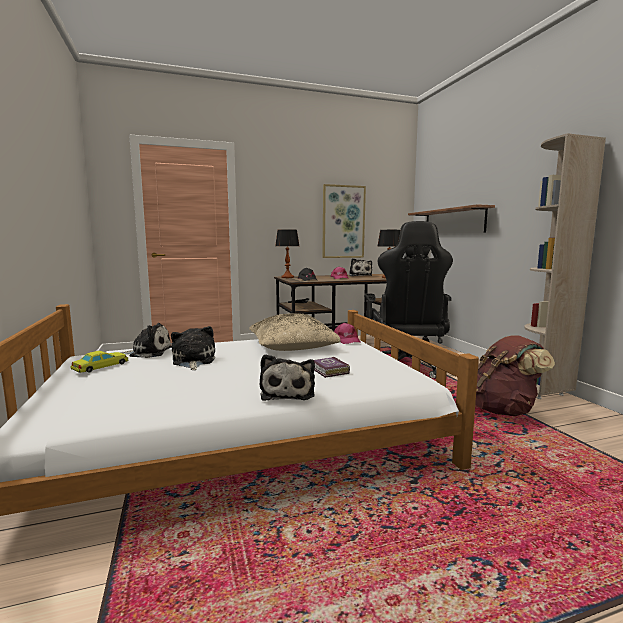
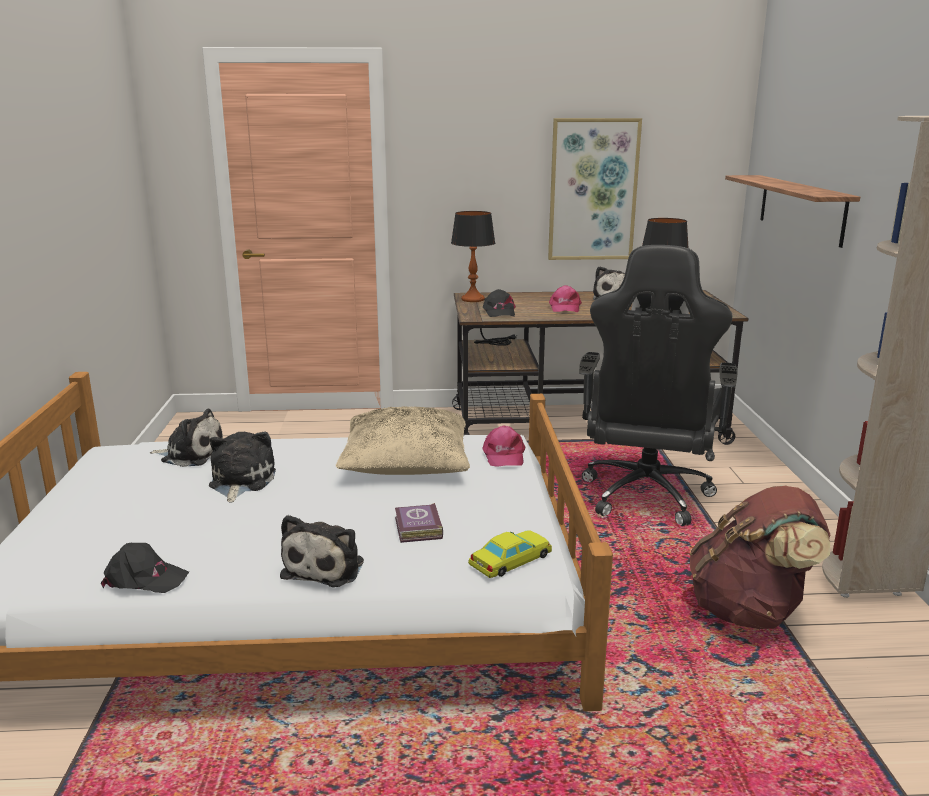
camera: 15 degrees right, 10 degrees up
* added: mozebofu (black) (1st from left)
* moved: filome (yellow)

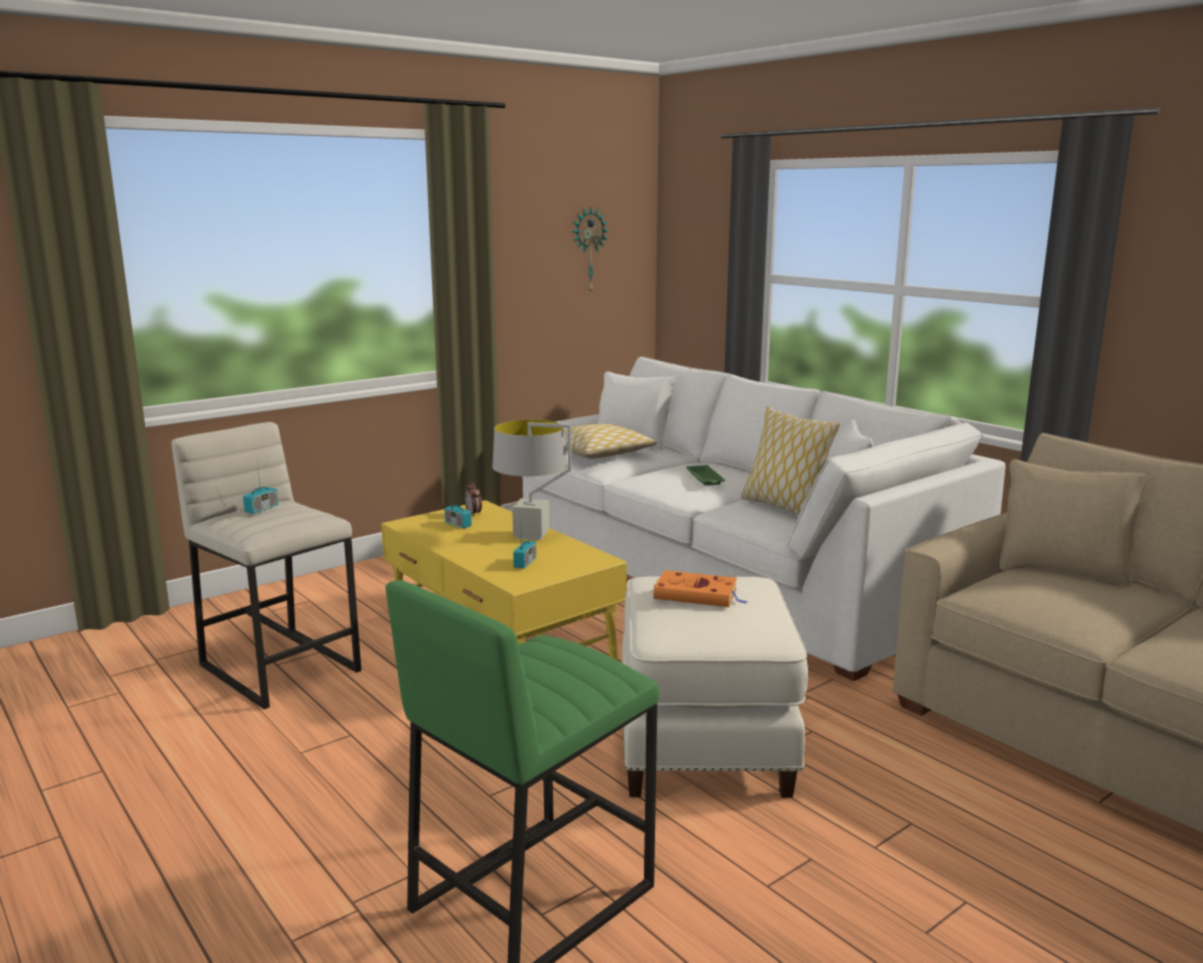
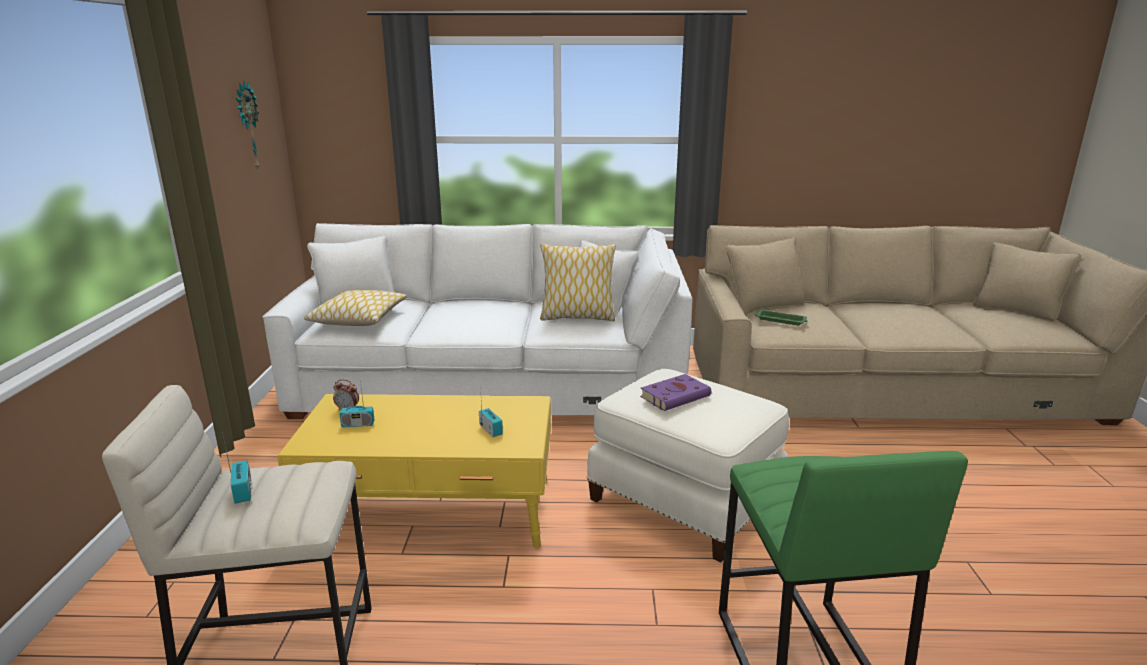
camera: 50 degrees left, 5 degrees up
* removed: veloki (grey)
* moved: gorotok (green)
* recoloured: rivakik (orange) to rivakik (purple)

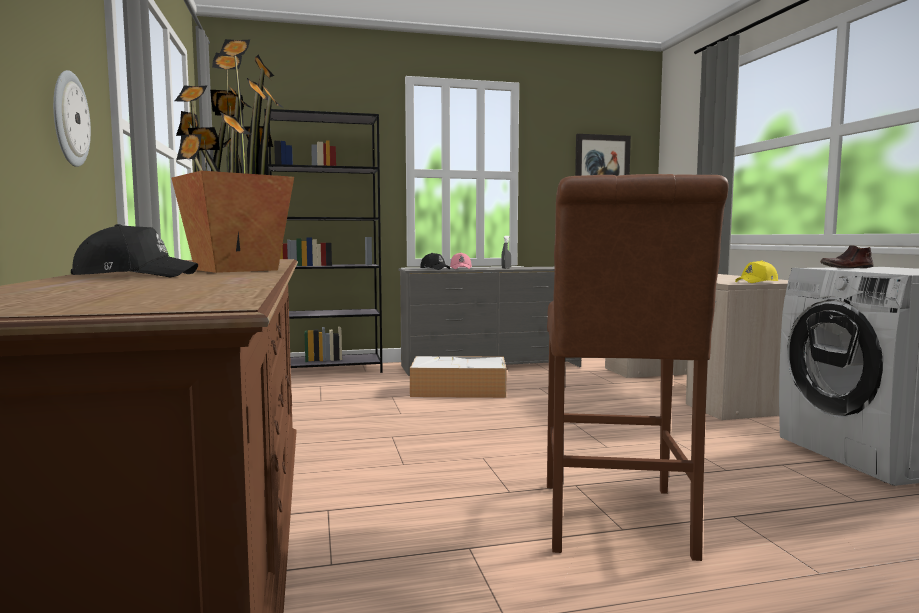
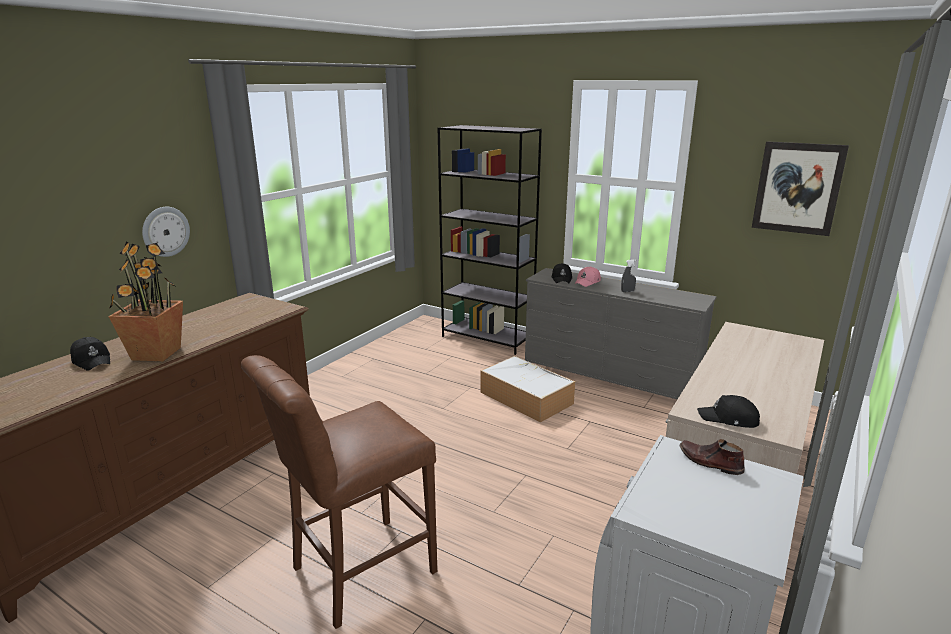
camera: 45 degrees right, 15 degrees up
* recoloured: mozebofu (yellow) to mozebofu (black) (3rd from left)

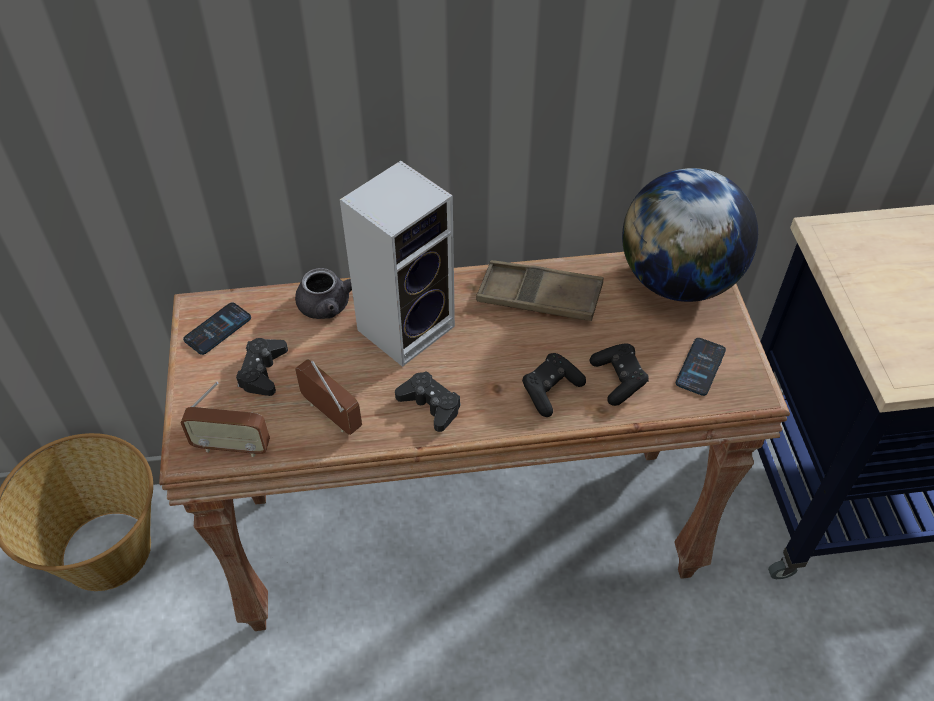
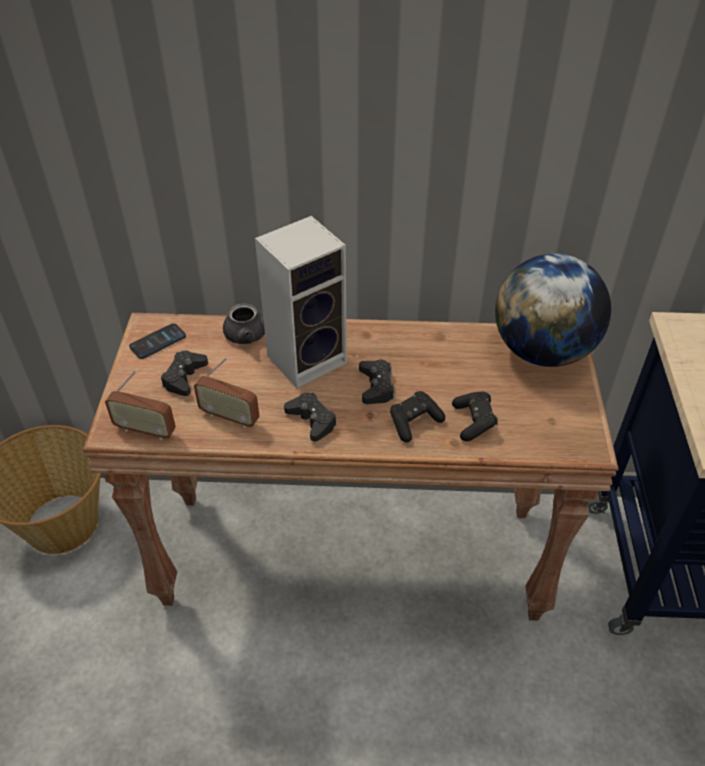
camera: 10 degrees right, 5 degrees down
* removed: gorotok (brown)
* removed: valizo (2nd from left)
* added: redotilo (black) (3rd from left)
* turned: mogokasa (2nd from left) 150 degrees clockwise

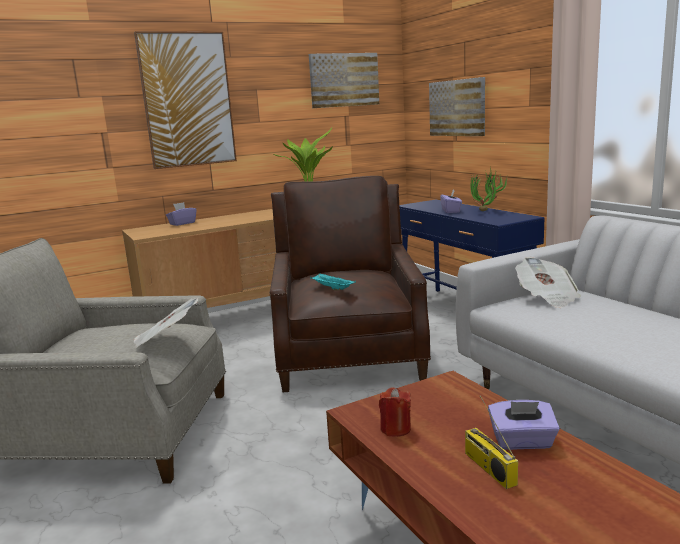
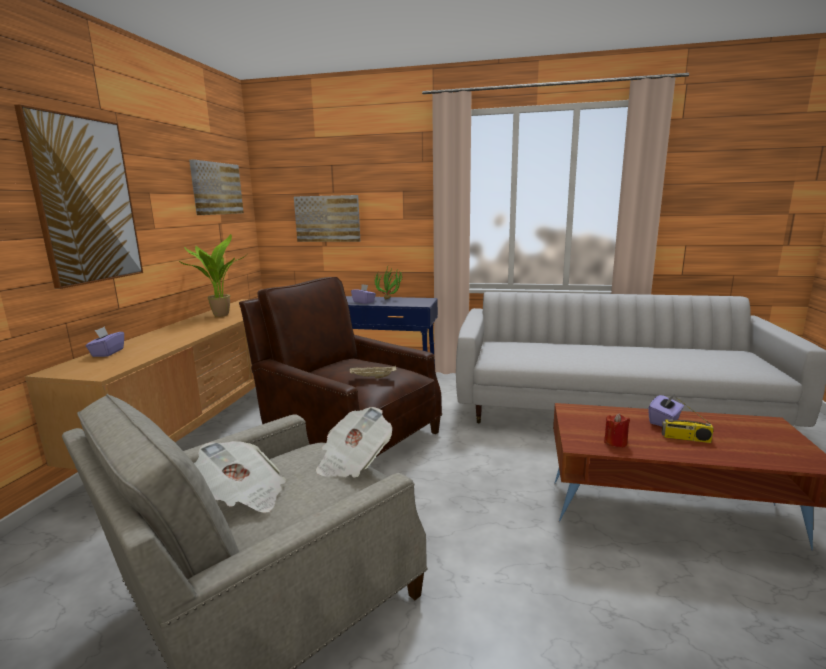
camera: 50 degrees left, 0 degrees up
* moved: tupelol (2nd from left in the first image) to tupelol (1st from left)
* recoloured: gorotok (turquoise) to gorotok (beige)

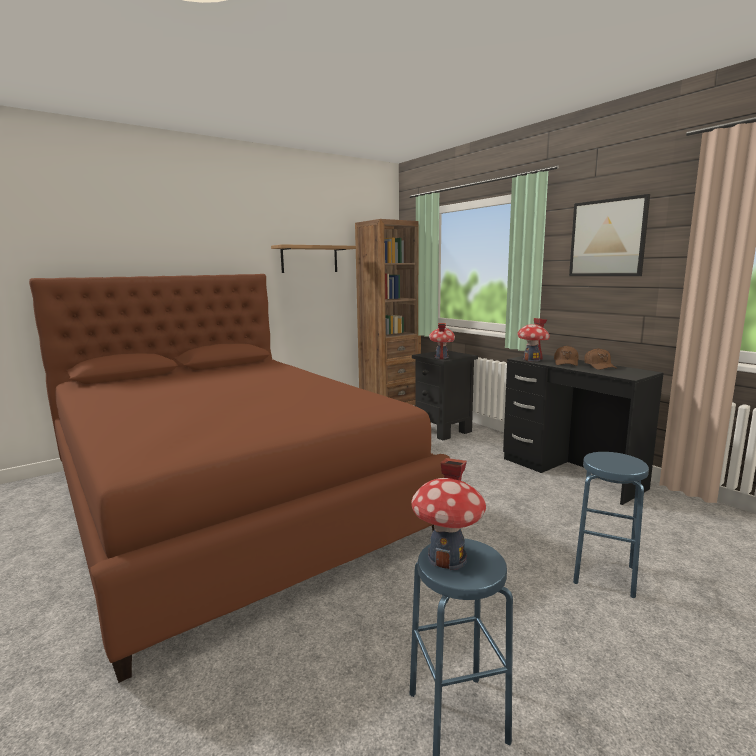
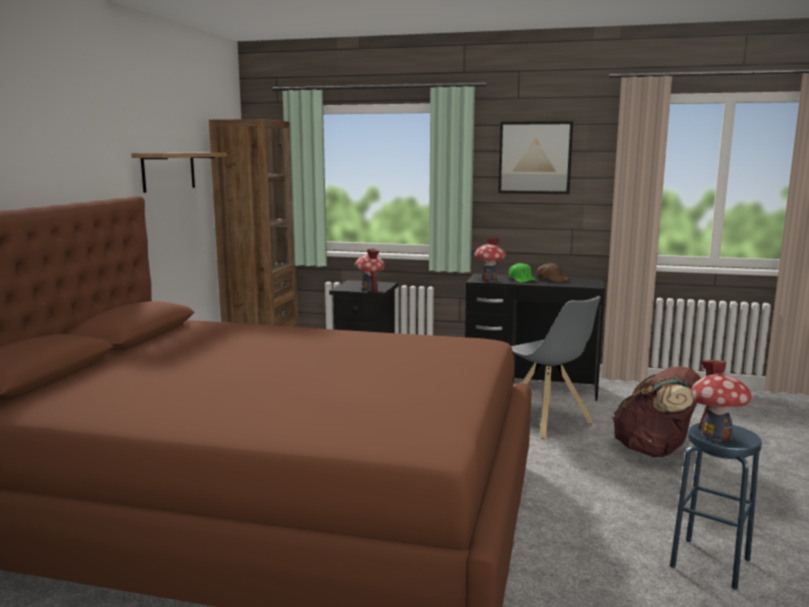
camera: 40 degrees left, 0 degrees up
* added: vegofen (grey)
* replaced: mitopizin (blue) (2nd from left) to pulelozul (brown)
* recoloured: mozebofu (brown) (1st from left) to mozebofu (green)

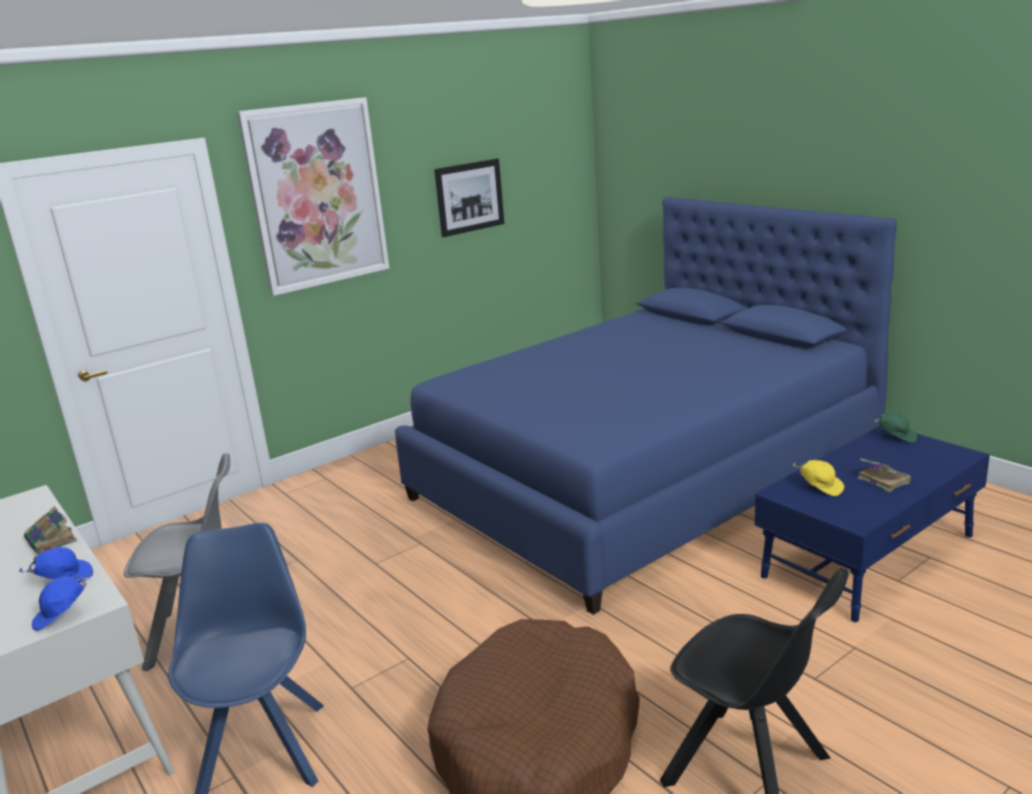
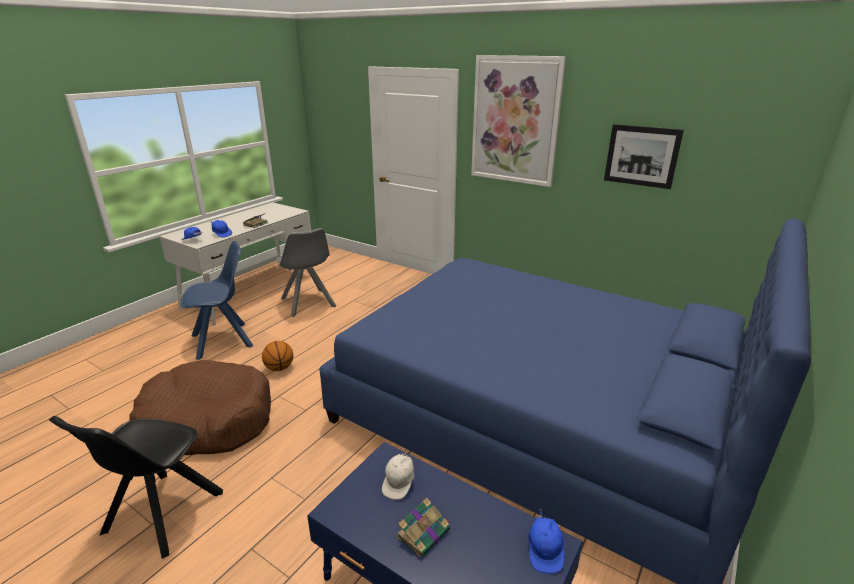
camera: 70 degrees right, 5 degrees up
* added: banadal
* recoloured: mozebofu (yellow) to mozebofu (white)
* recoloured: mozebofu (green) to mozebofu (blue) (3rd from left)

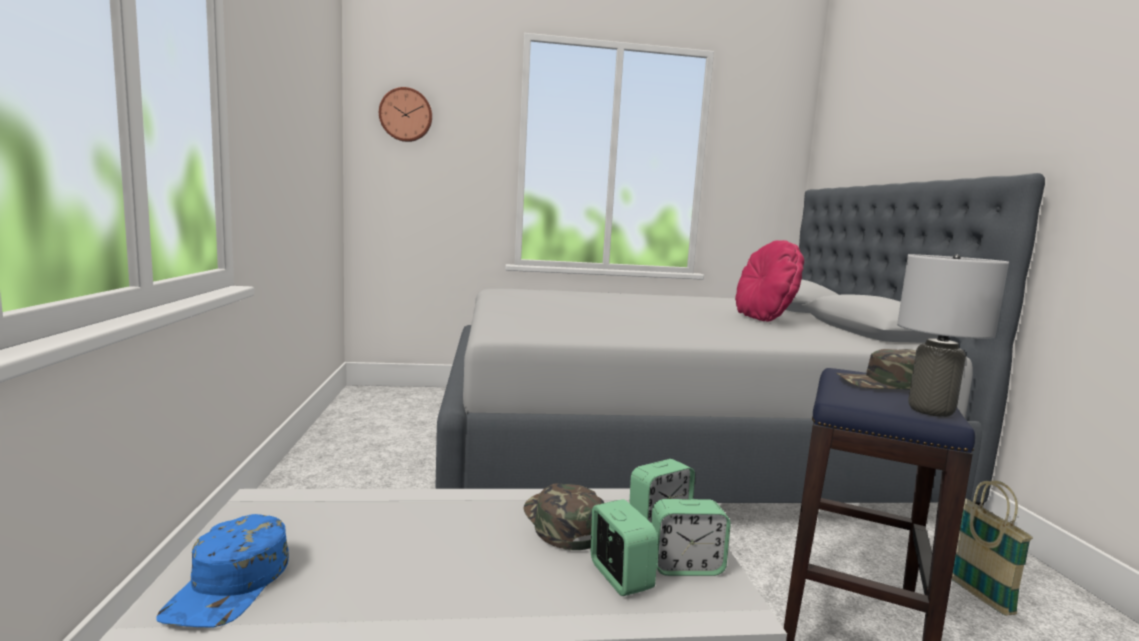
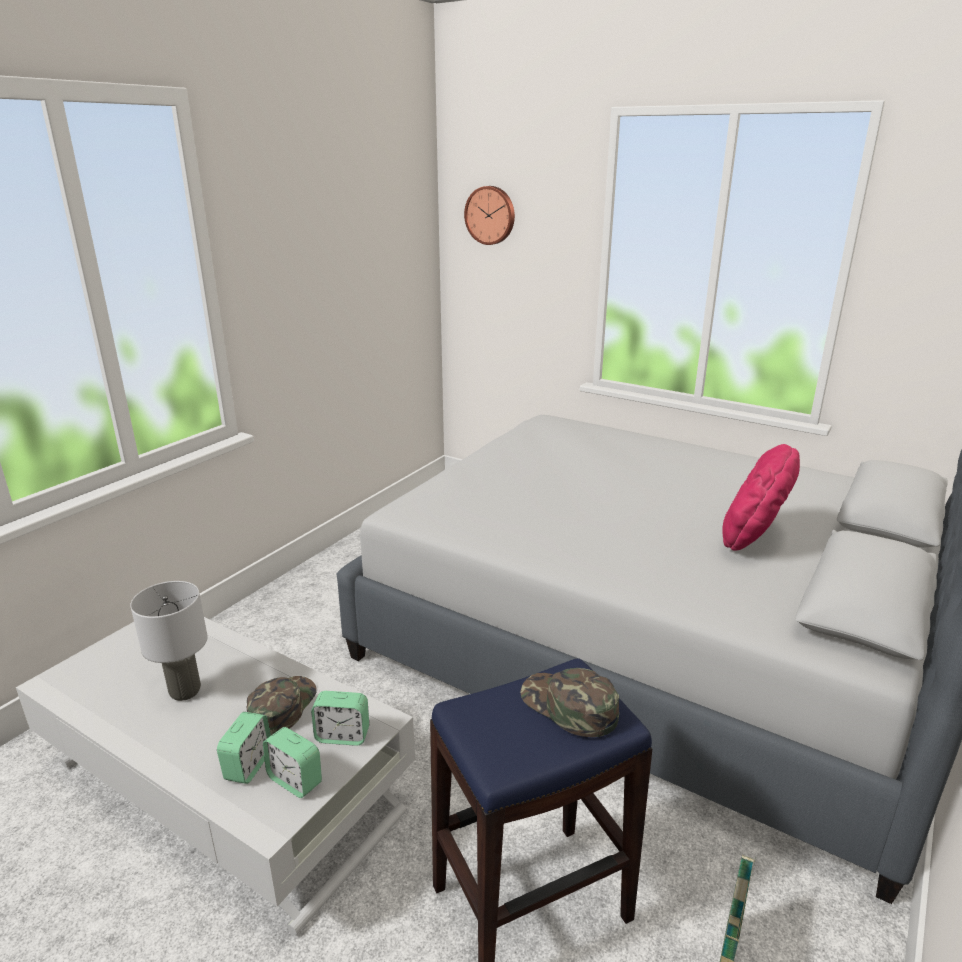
camera: 40 degrees right, 15 degrees up
* removed: mozebofu (blue)
* moved: veloki (white)

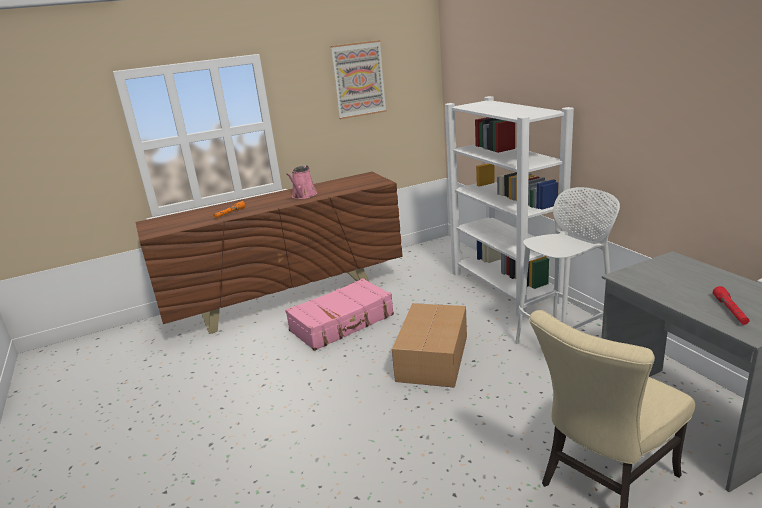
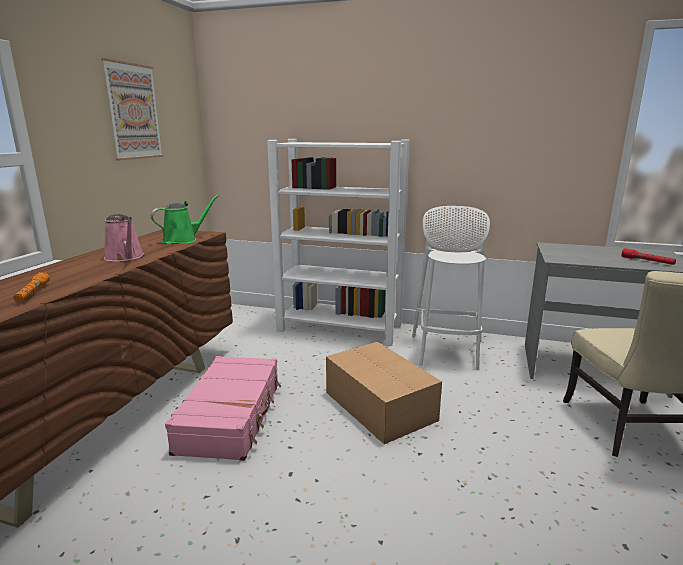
camera: 50 degrees left, 5 degrees down
* added: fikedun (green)

